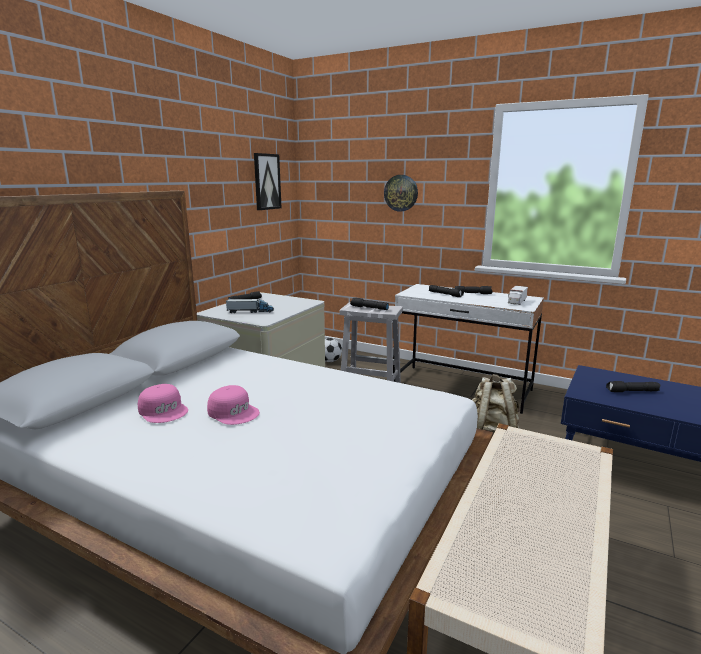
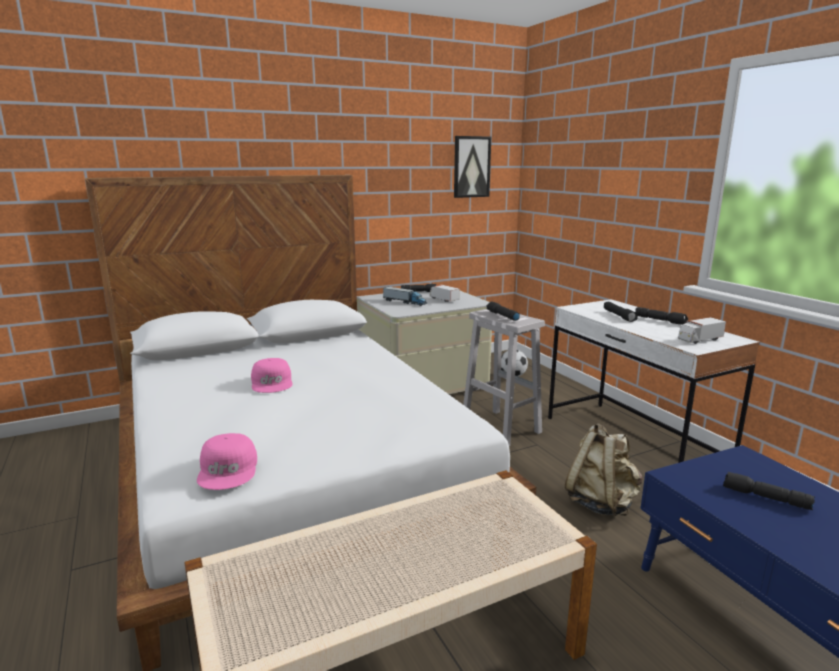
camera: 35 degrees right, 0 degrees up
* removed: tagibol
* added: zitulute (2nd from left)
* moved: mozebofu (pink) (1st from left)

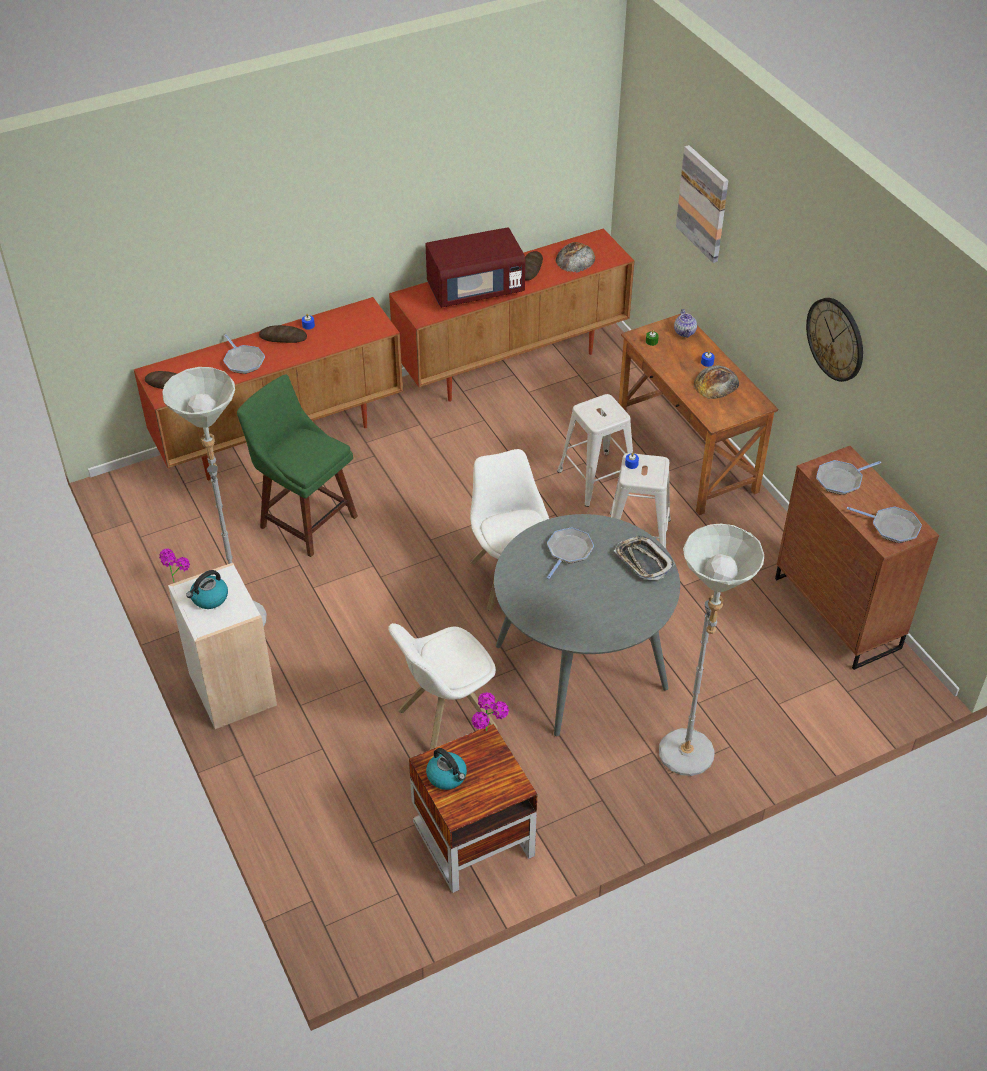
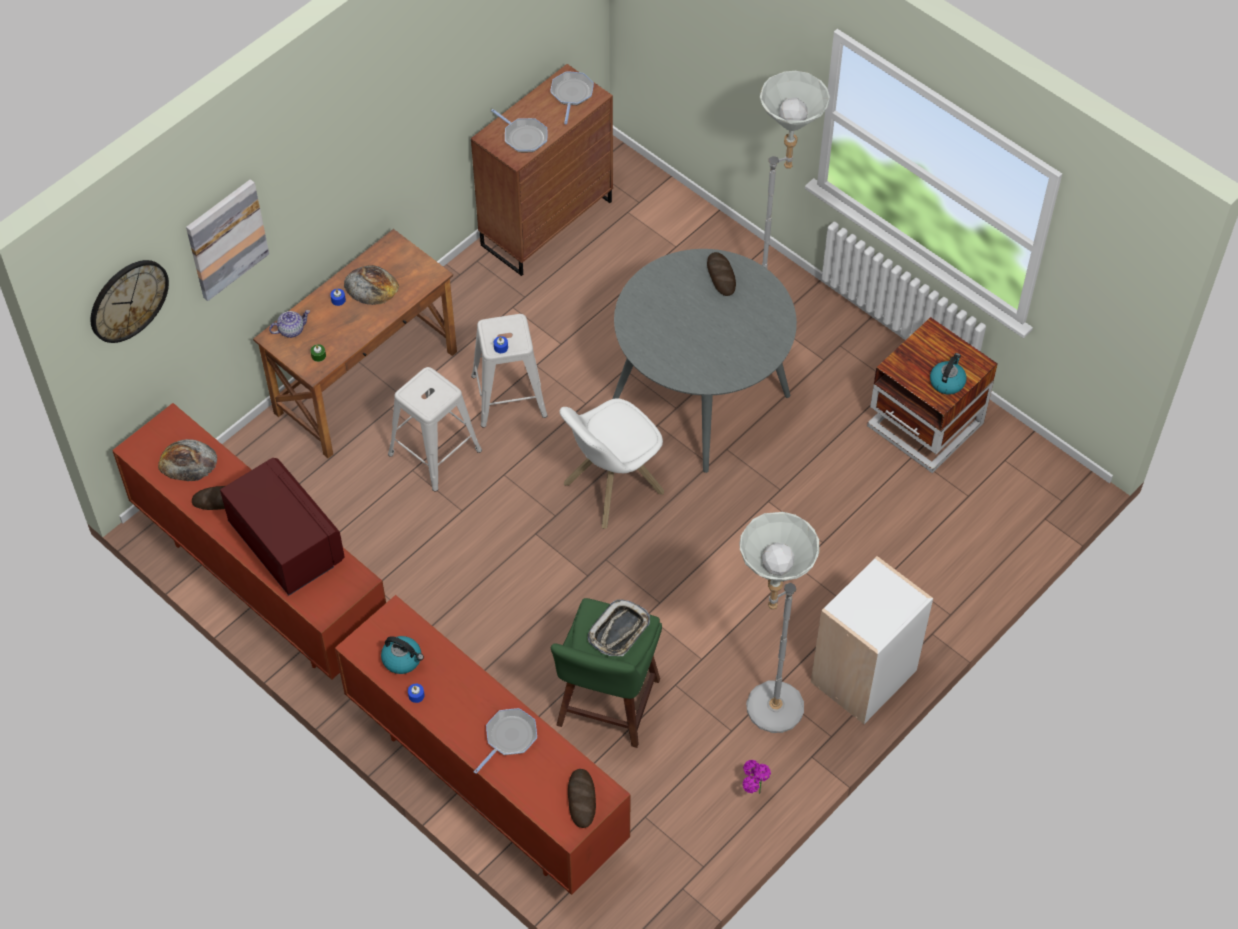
camera: 110 degrees left, 10 degrees up
* removed: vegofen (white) (1st from left)
* removed: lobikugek (2nd from left)
* removed: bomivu (2nd from left)
* moved: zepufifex (1st from left)
* moved: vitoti (2nd from left in the first image) to vitoti (5th from left)
* moved: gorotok
* moved: tagibol

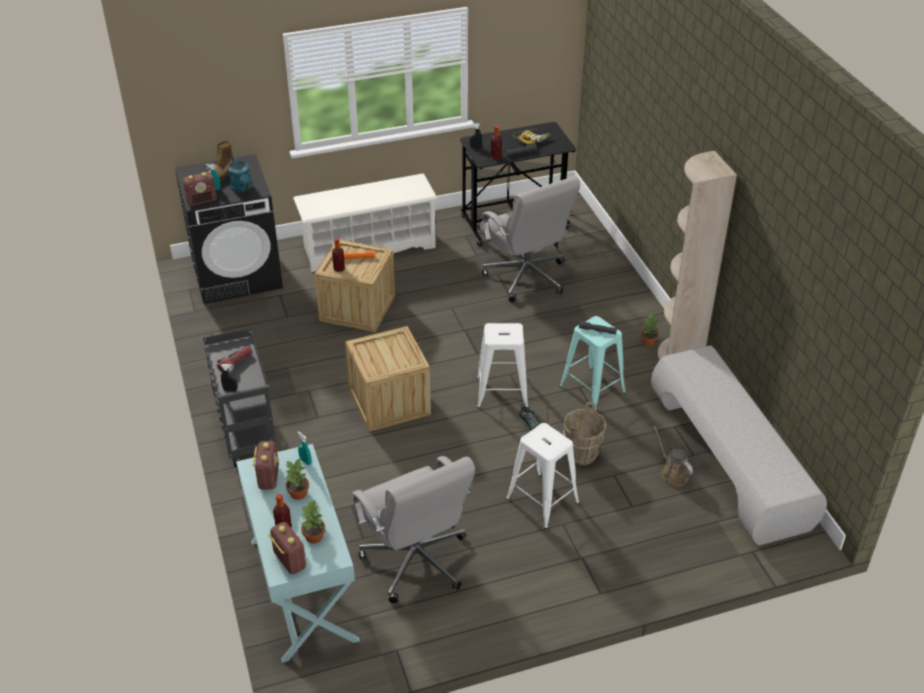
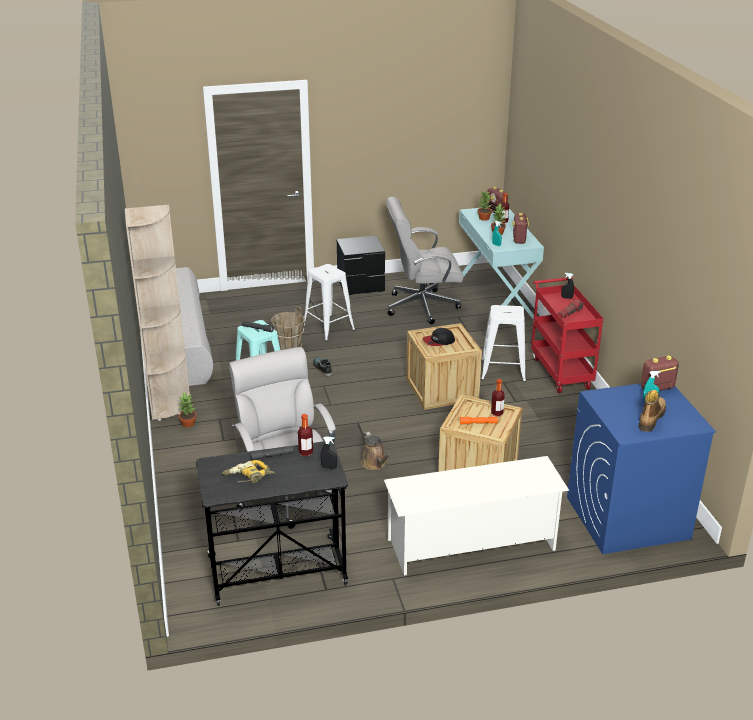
camera: 175 degrees left, 10 degrees down
* removed: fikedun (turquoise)
* added: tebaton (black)
* added: mozebofu
* moved: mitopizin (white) (1st from left in the first image) to mitopizin (white) (2nd from left)
* moved: fikedun (brown)
* recoloured: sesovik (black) to sesovik (blue)
* recoloured: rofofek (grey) to rofofek (red)
* turned: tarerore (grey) (1st from left in the first image) 75 degrees counterclockwise

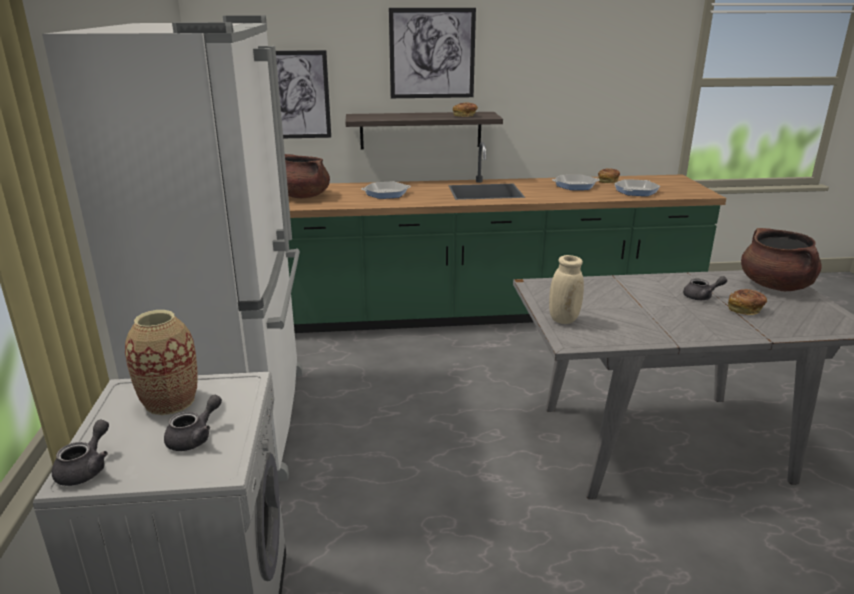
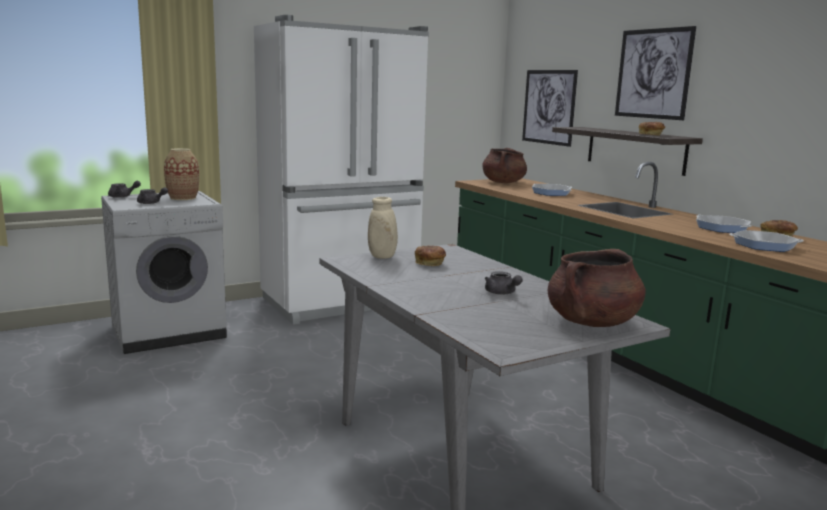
camera: 65 degrees right, 10 degrees down
* moved: vitoti (3rd from left in the first image) to vitoti (1st from left)

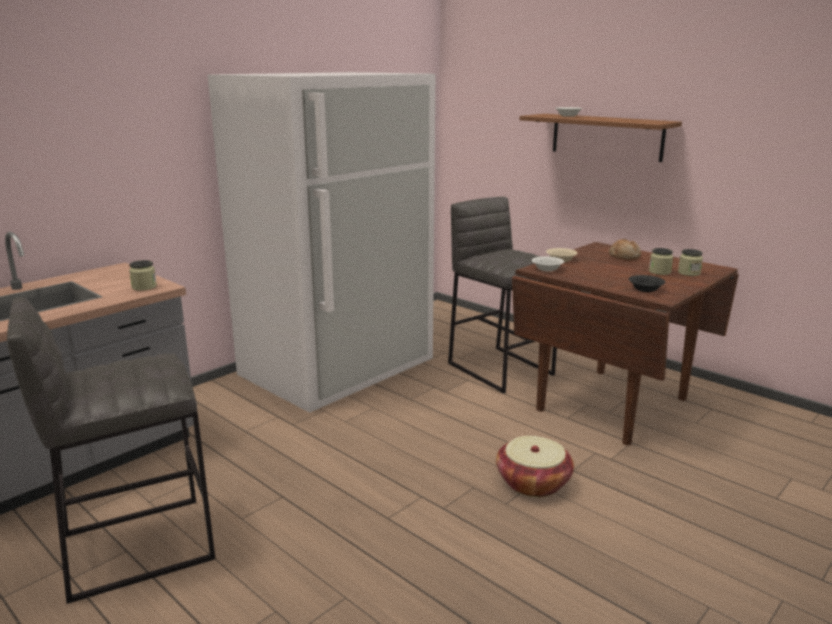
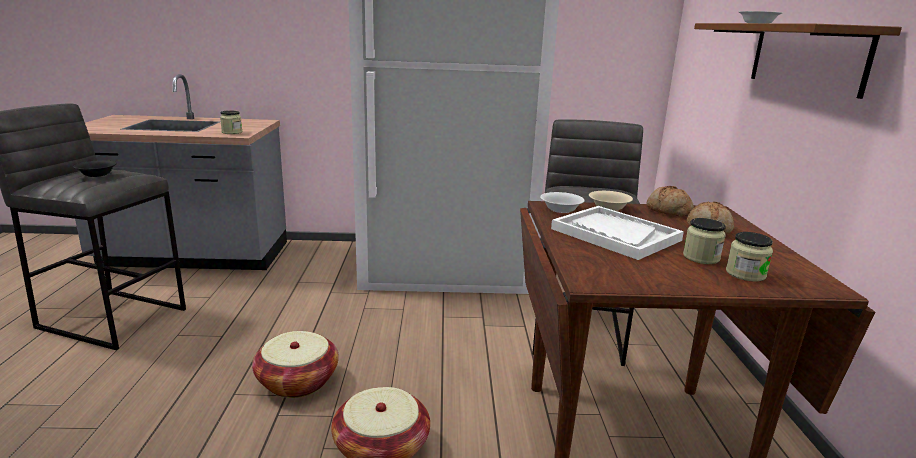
camera: 45 degrees right, 0 degrees up
* added: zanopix (1st from left)
* added: gorotok (white)
* added: vitoti (1st from left)
* moved: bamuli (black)

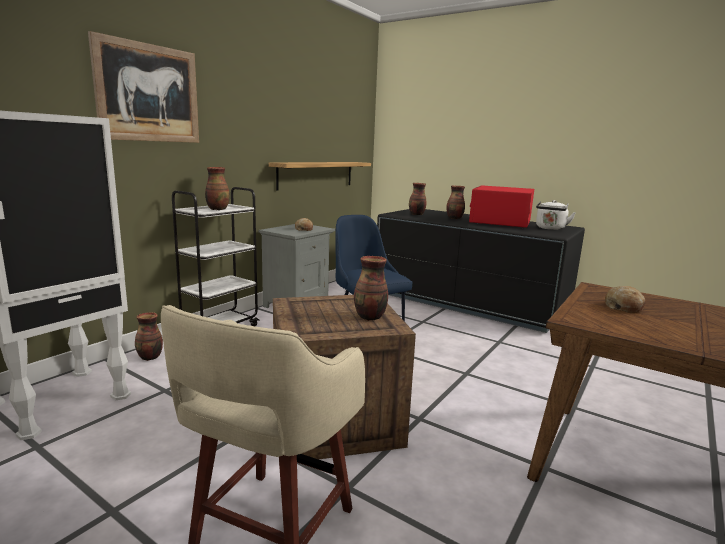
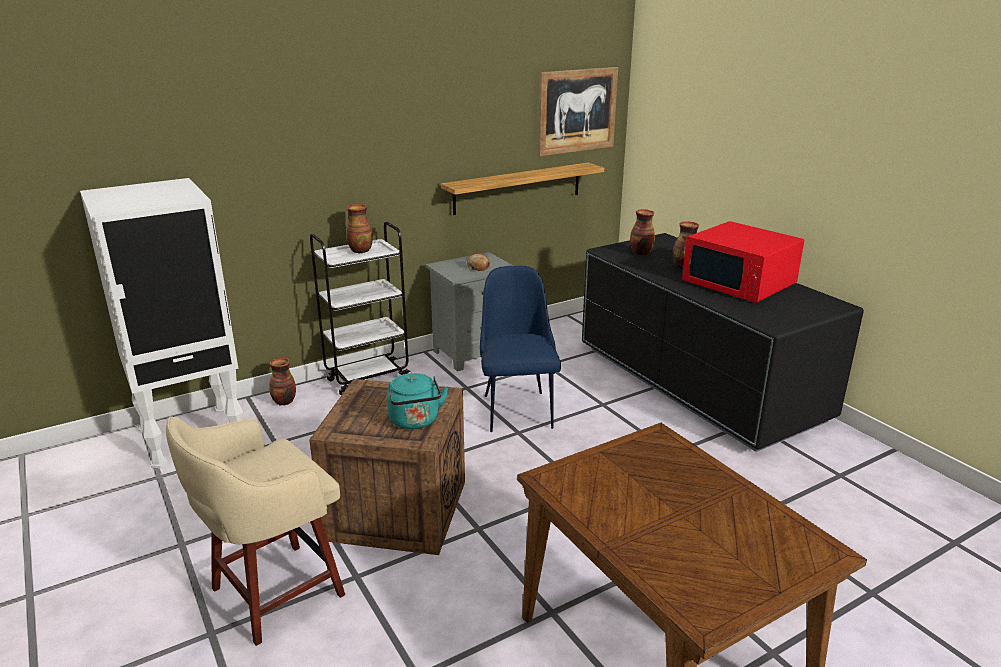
camera: 25 degrees right, 10 degrees up
* removed: zepufifex (white)
* removed: vitoti (2nd from left)
* moved: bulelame
* replaced: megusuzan (3rd from left) to zepufifex (turquoise)
* turned: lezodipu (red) 90 degrees counterclockwise

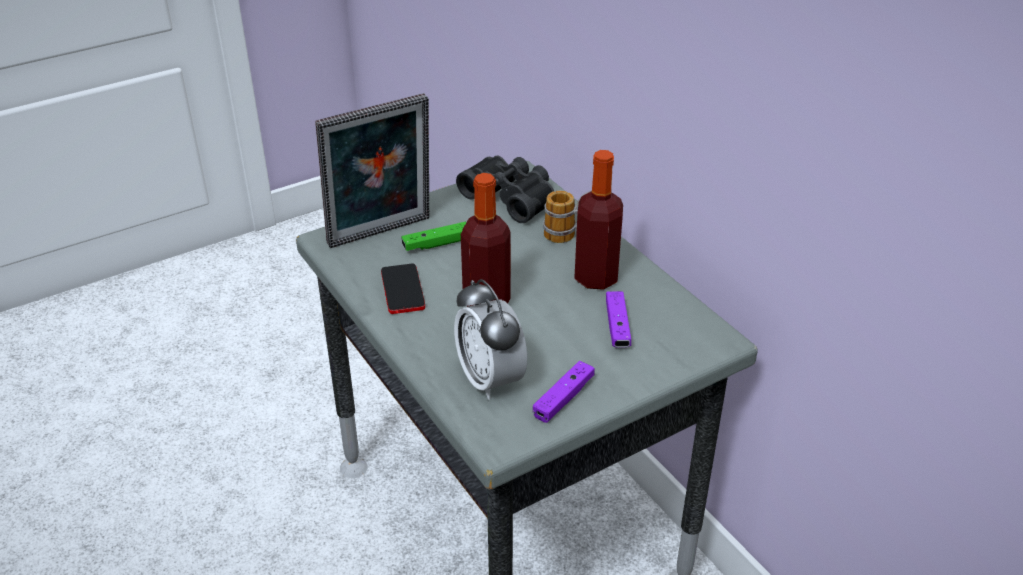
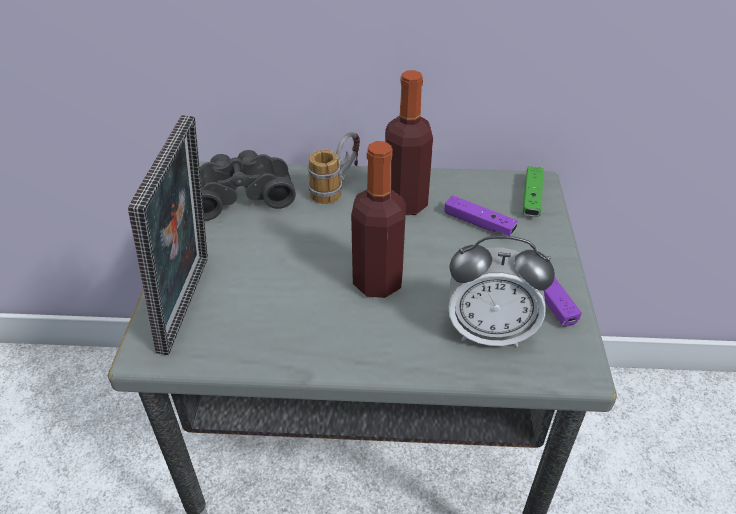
camera: 55 degrees left, 5 degrees up
* removed: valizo
* moved: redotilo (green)

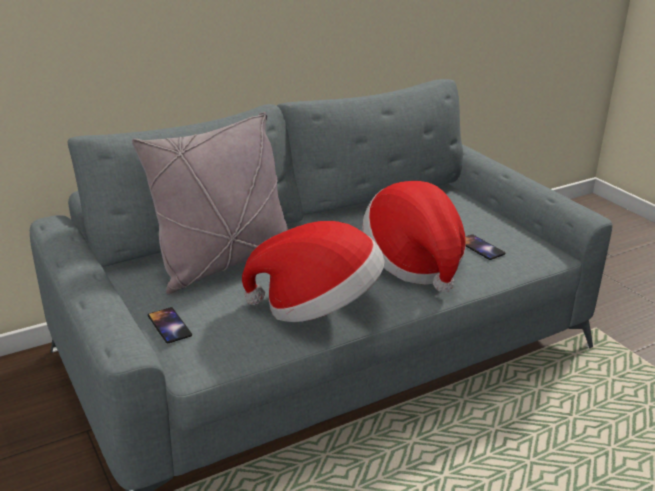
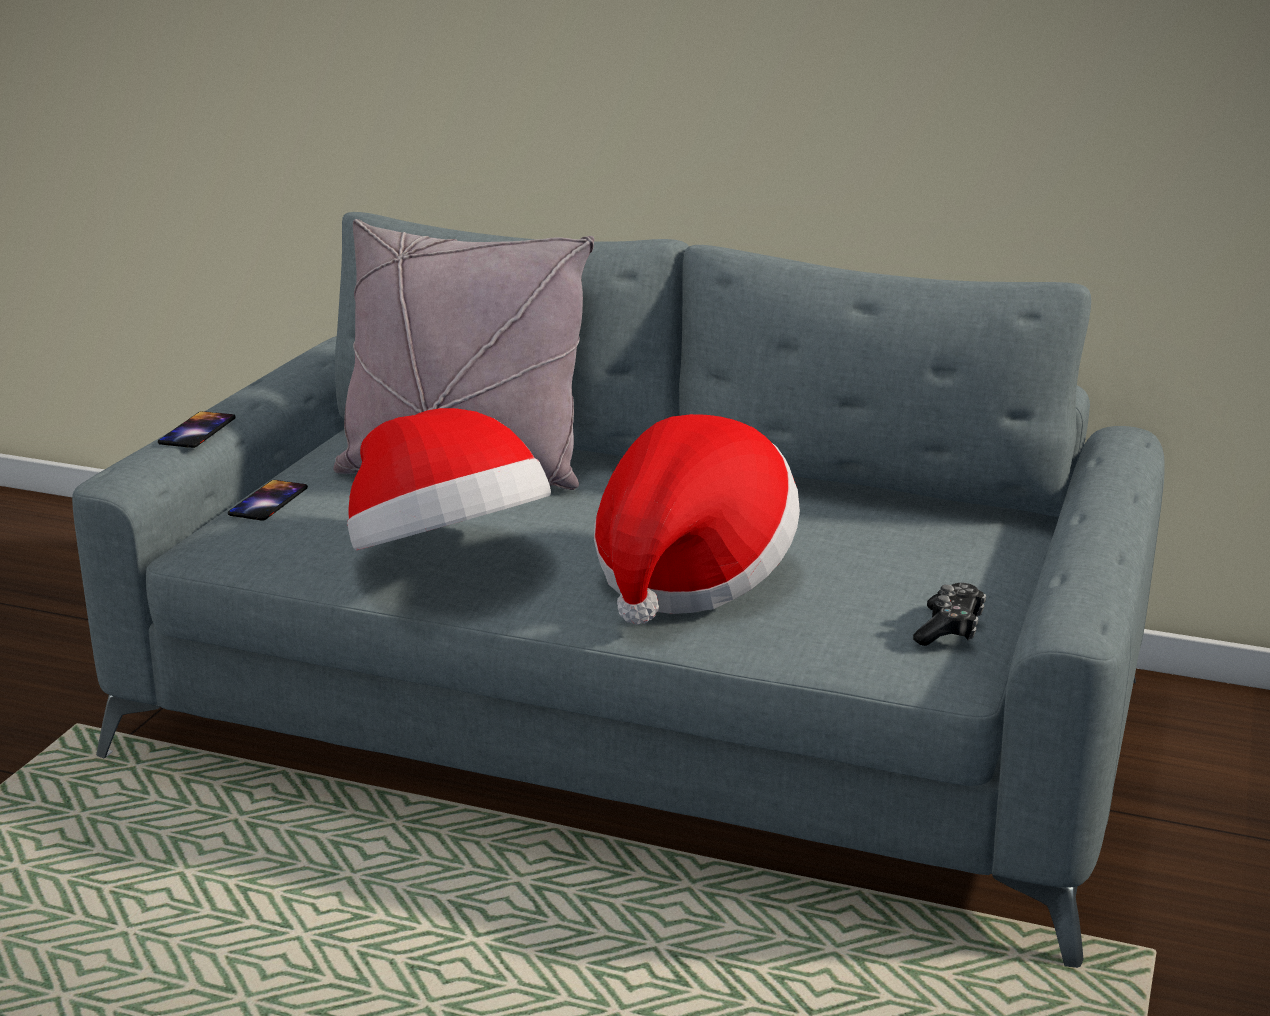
camera: 50 degrees right, 5 degrees down
* added: redotilo
* moved: valizo (2nd from left in the first image) to valizo (1st from left)

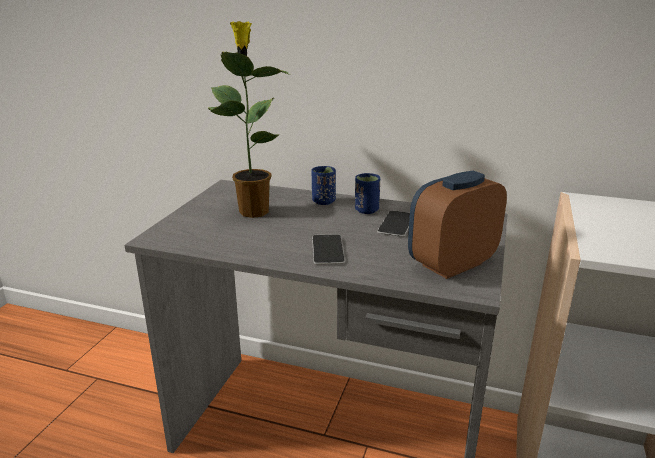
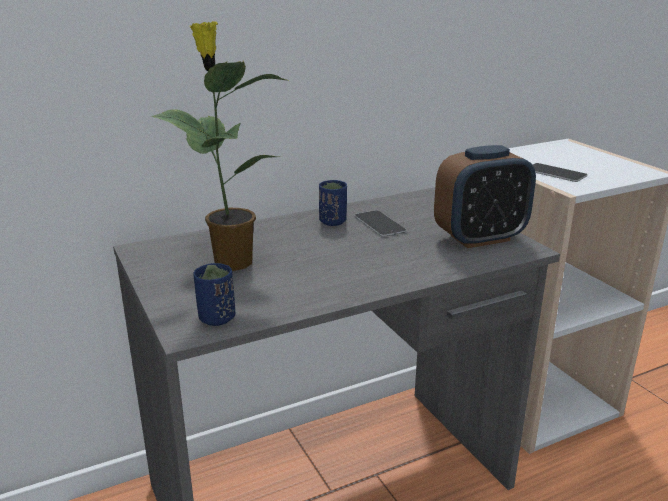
camera: 45 degrees left, 0 degrees up
* moved: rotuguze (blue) (1st from left)
* moved: valizo (1st from left in the first image) to valizo (2nd from left)
* turned: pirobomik 120 degrees counterclockwise

